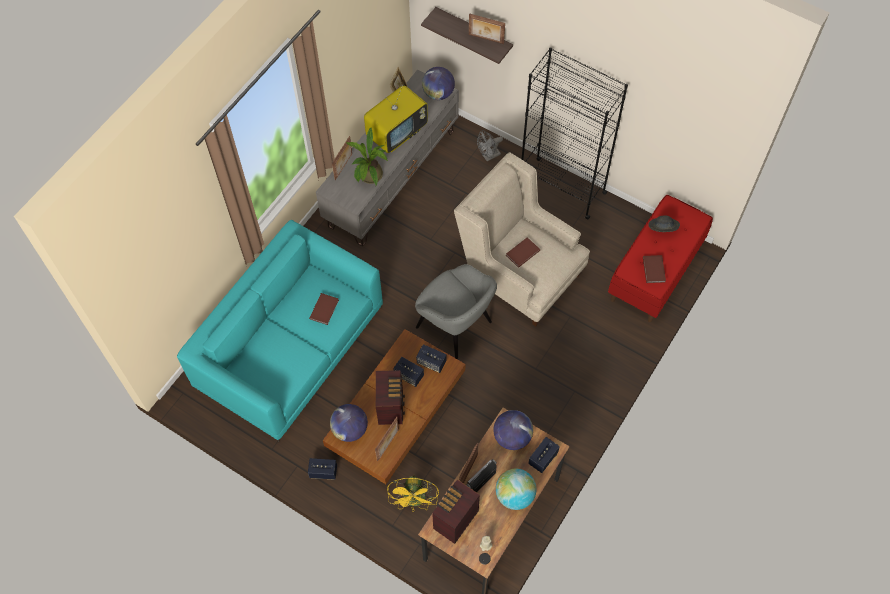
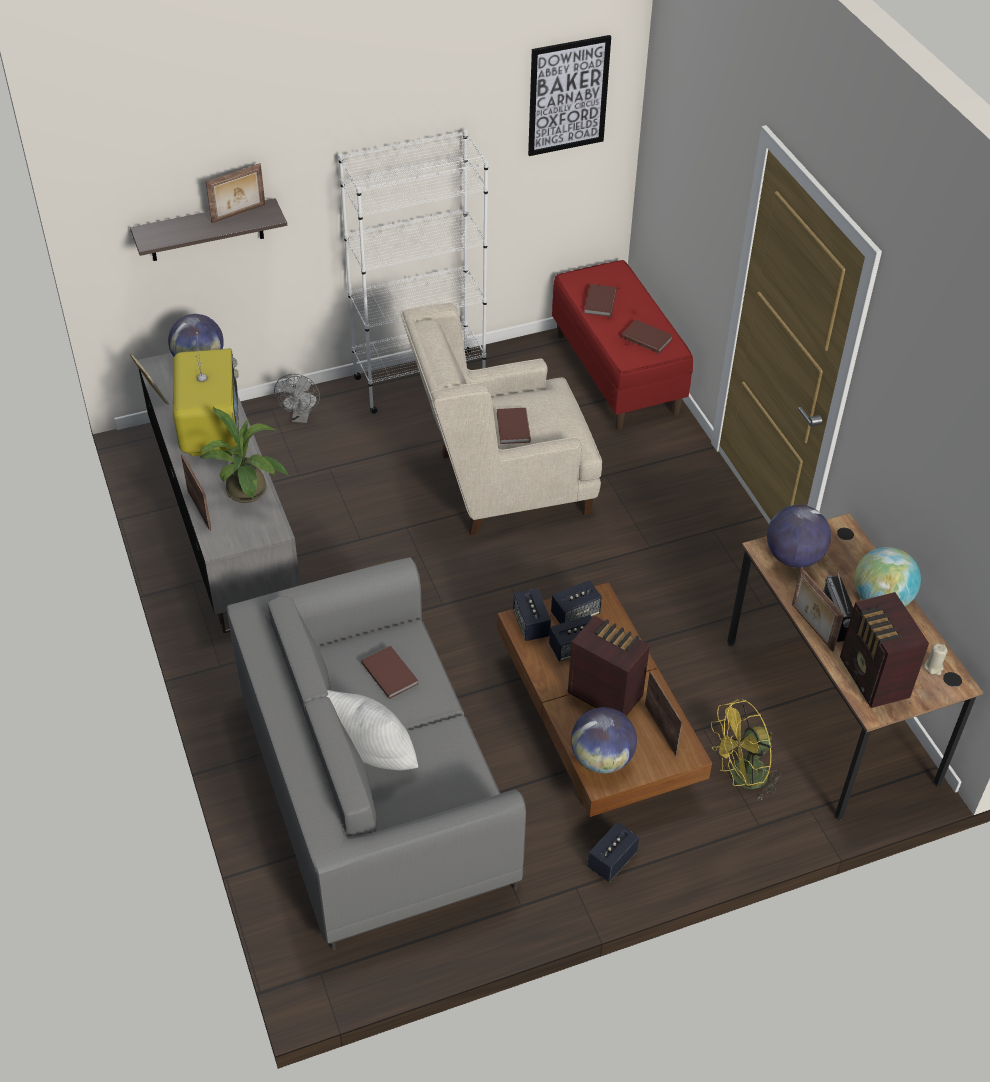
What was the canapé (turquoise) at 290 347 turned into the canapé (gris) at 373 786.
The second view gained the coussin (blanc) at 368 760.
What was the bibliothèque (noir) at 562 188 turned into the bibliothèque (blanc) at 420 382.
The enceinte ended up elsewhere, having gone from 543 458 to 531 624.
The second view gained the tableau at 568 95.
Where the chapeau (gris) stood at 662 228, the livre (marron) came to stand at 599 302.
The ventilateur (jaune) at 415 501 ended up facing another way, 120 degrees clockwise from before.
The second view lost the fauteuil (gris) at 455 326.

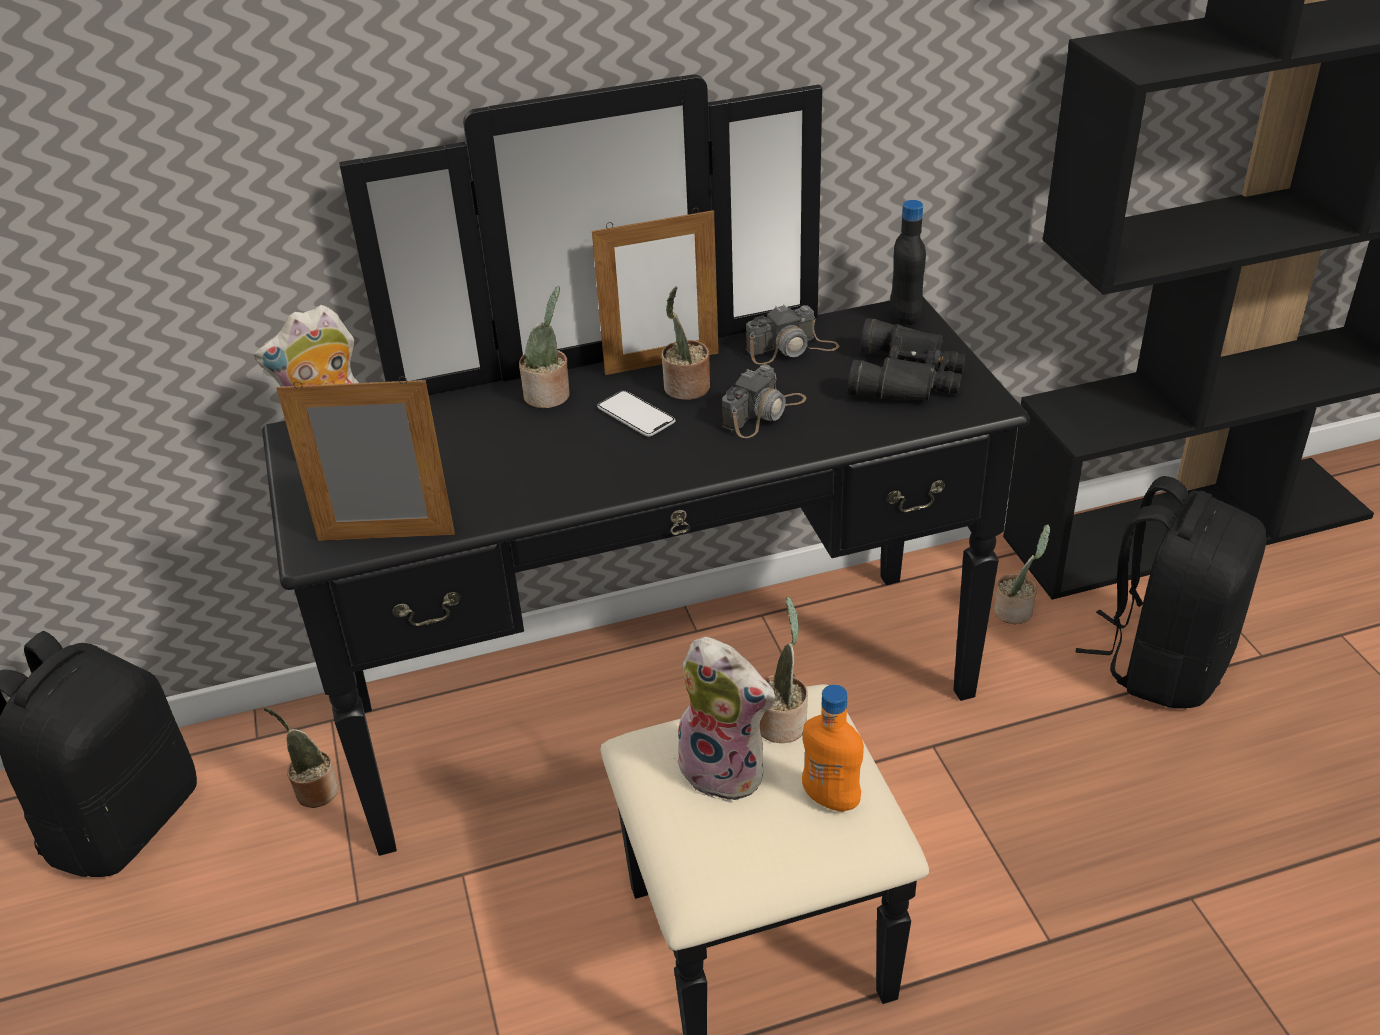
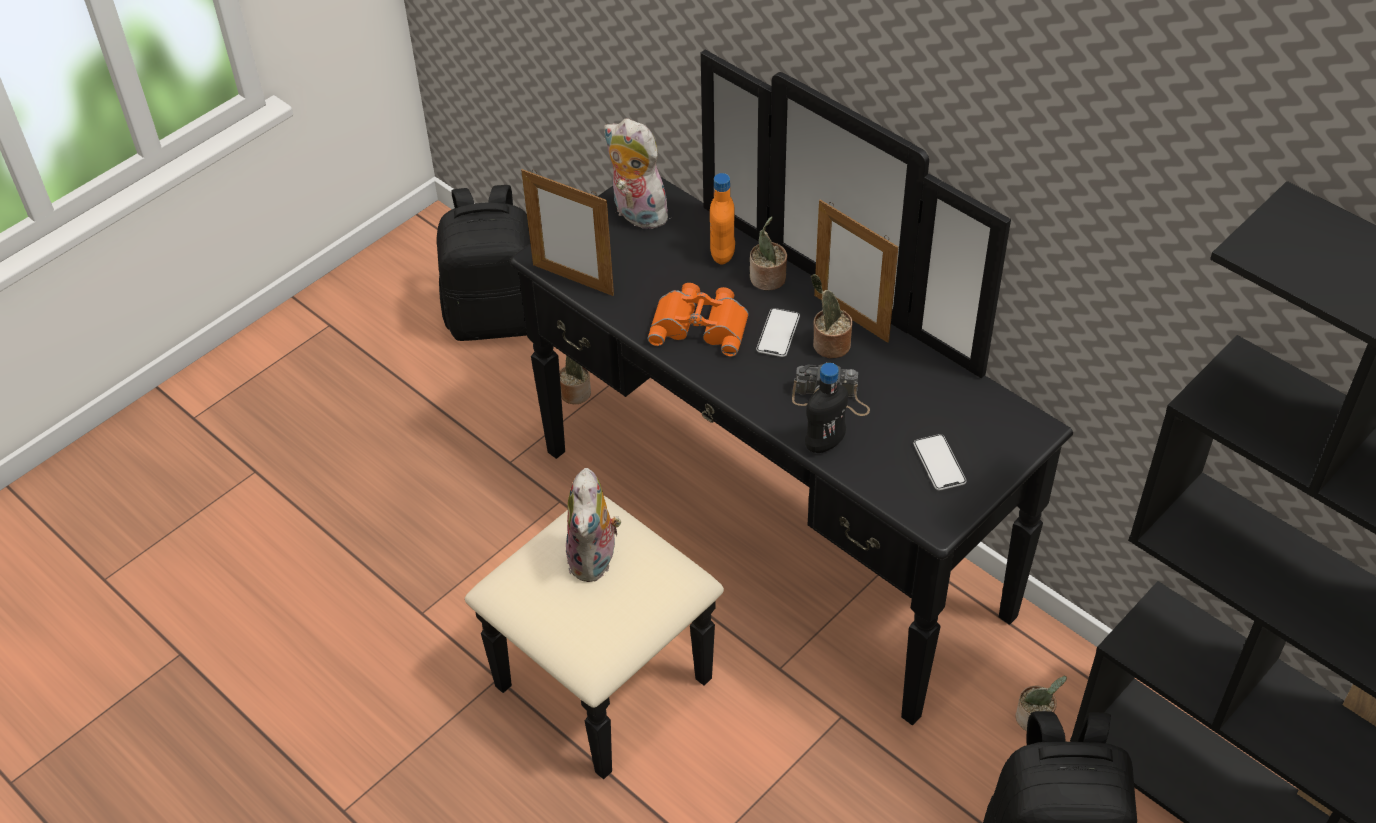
The cadre photo at 386 537 ended up facing another way, 150 degrees clockwise from before.
The second view gained the jumelles (orange) at 701 324.
The bouteille (orange) ended up elsewhere, having gone from 831 798 to 722 254.
The bouteille (noir) ended up elsewhere, having gone from 905 316 to 824 443.
Where the jumelles (noir) stood at 908 377, the téléphone came to stand at 939 463.
The second view lost the appareil photo at 792 348.
The second view lost the plante en pot at 782 721.

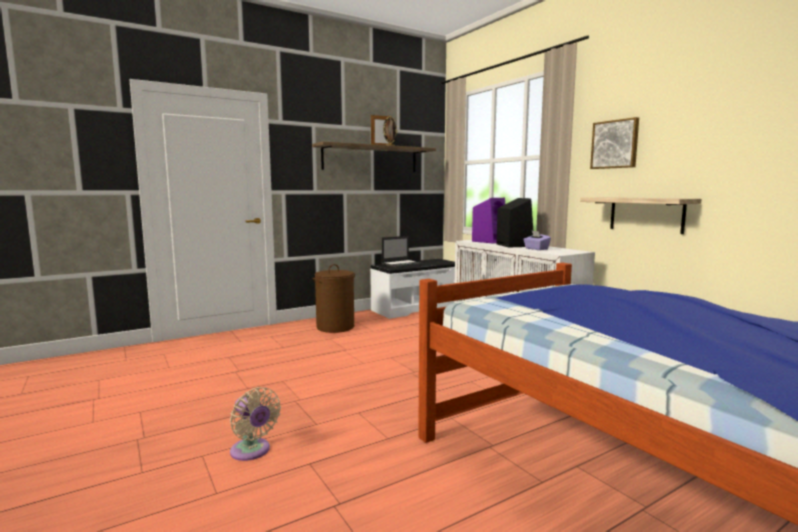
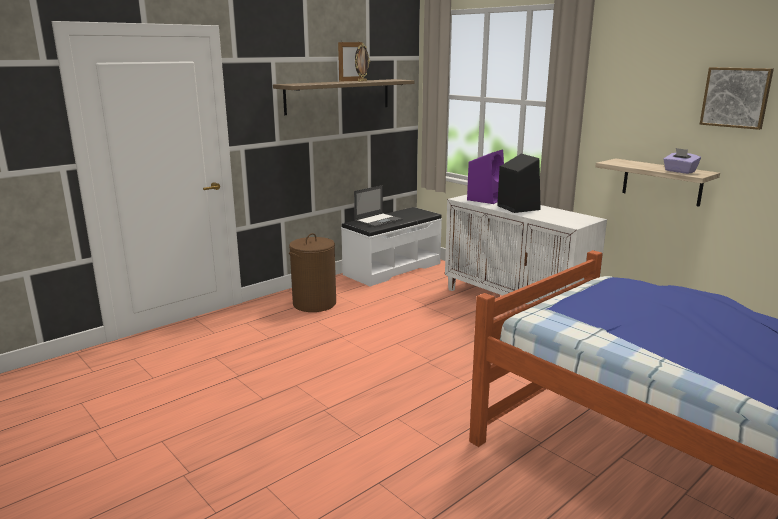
The boîte à mouchoirs (violet) ended up elsewhere, having gone from 536 249 to 679 171.
The tableau ended up elsewhere, having gone from 615 144 to 736 97.
The second view lost the ventilateur (beige) at 252 452.

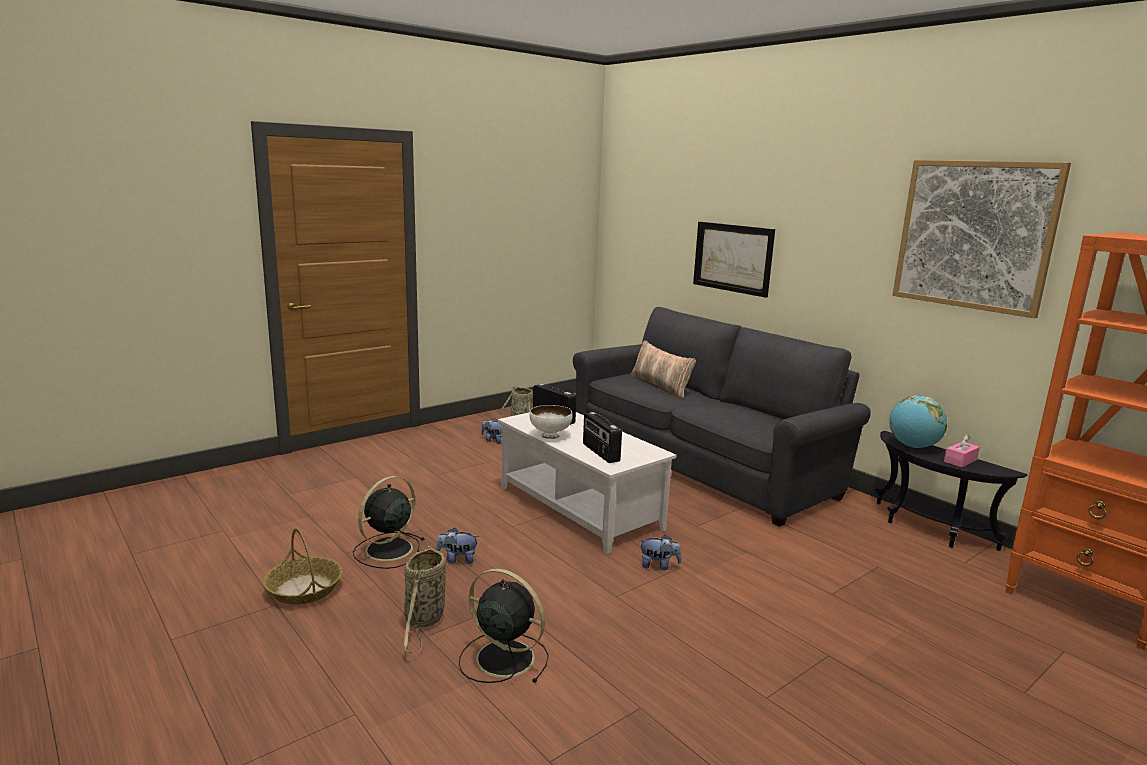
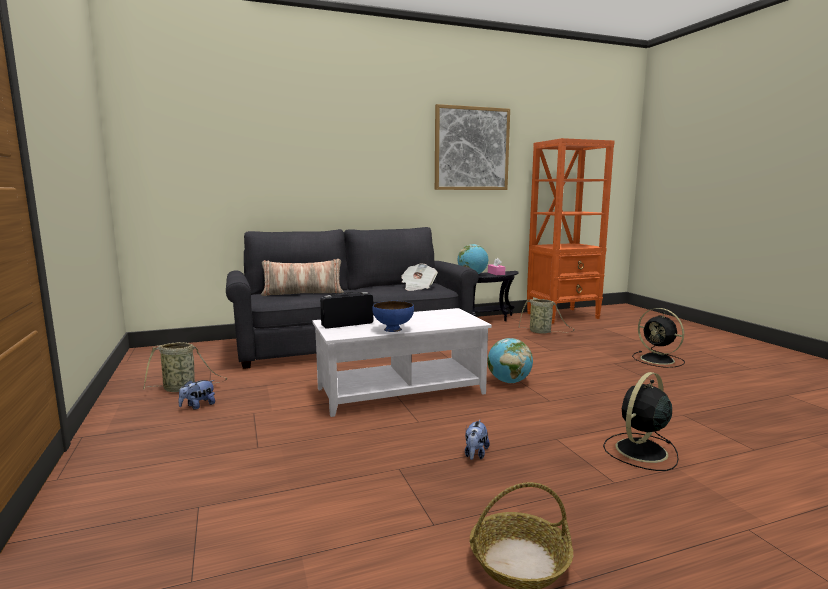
What was the bol (blanc) at 550 436 turned into the bol (bleu) at 393 329.
The second view gained the journal at 418 287.
Where the peluche stood at 658 566, the globe came to stand at 509 381.
The panier ended up elsewhere, having gone from 424 621 to 541 332.
The ventilateur (noir) ended up elsewhere, having gone from 387 550 to 658 360.
The second view lost the radio at 600 453.
The second view lost the tableau at 733 258.

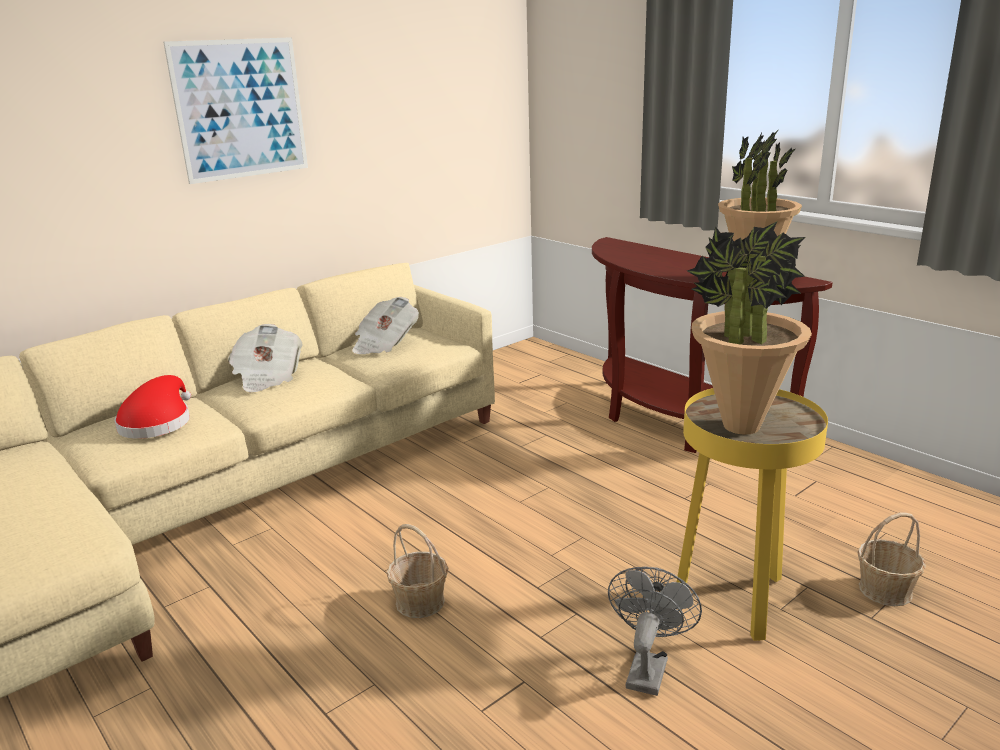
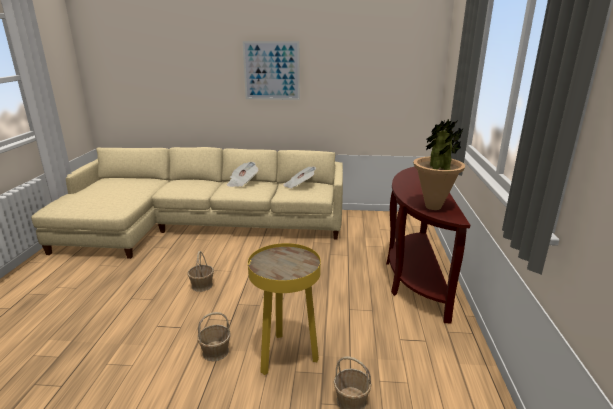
Where the ventilateur (gris) stood at 647 667, the panier came to stand at 215 351.
The second view lost the chapeau (rouge) at 157 422.
The second view lost the plante en pot at 740 426.

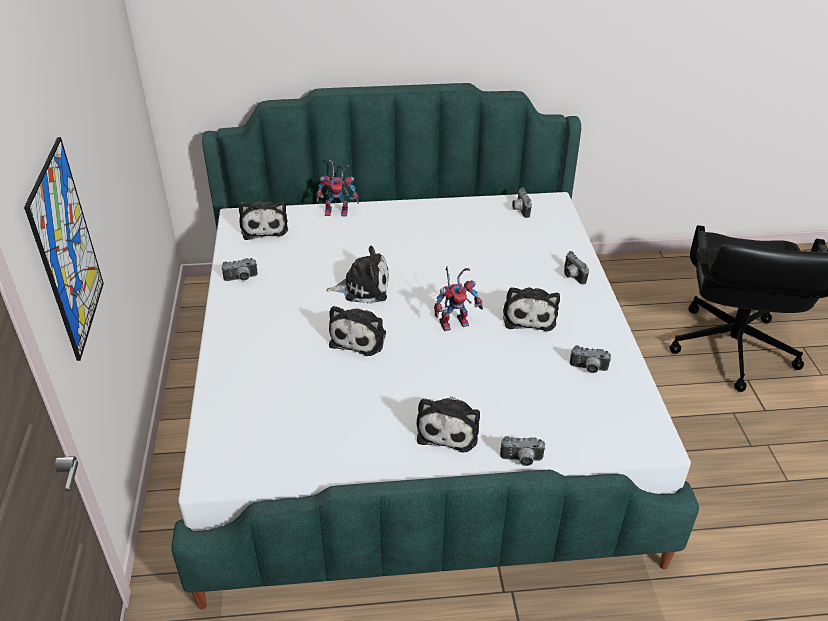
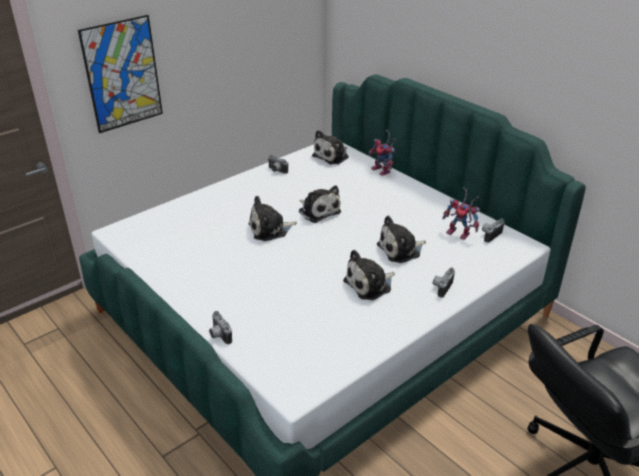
The peluche ended up elsewhere, having gone from 449 429 to 401 250.
The robot jouet ended up elsewhere, having gone from 455 321 to 460 233.
The second view lost the appareil photo at 588 369.

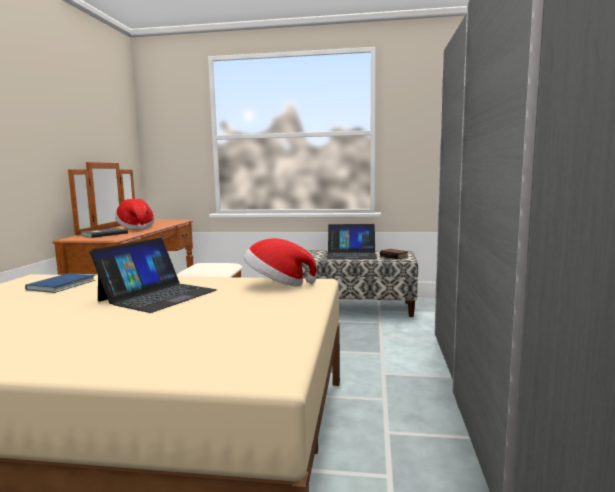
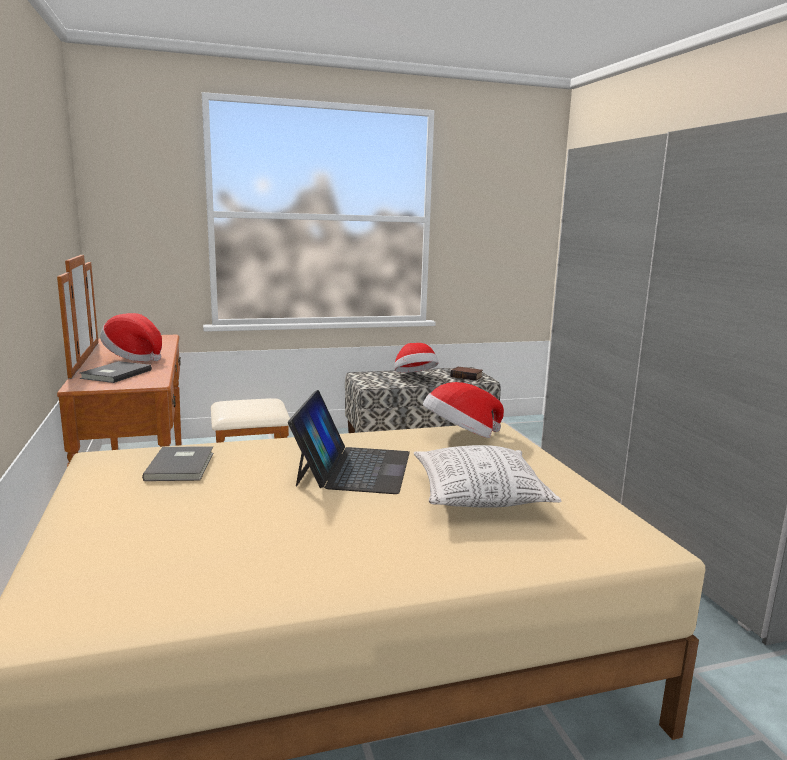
What was the livre (bleu) at 63 285 turned into the livre (gris) at 182 466.
Where the ordinateur portable stood at 351 254, the chapeau came to stand at 415 376.
The second view gained the coussin at 479 496.

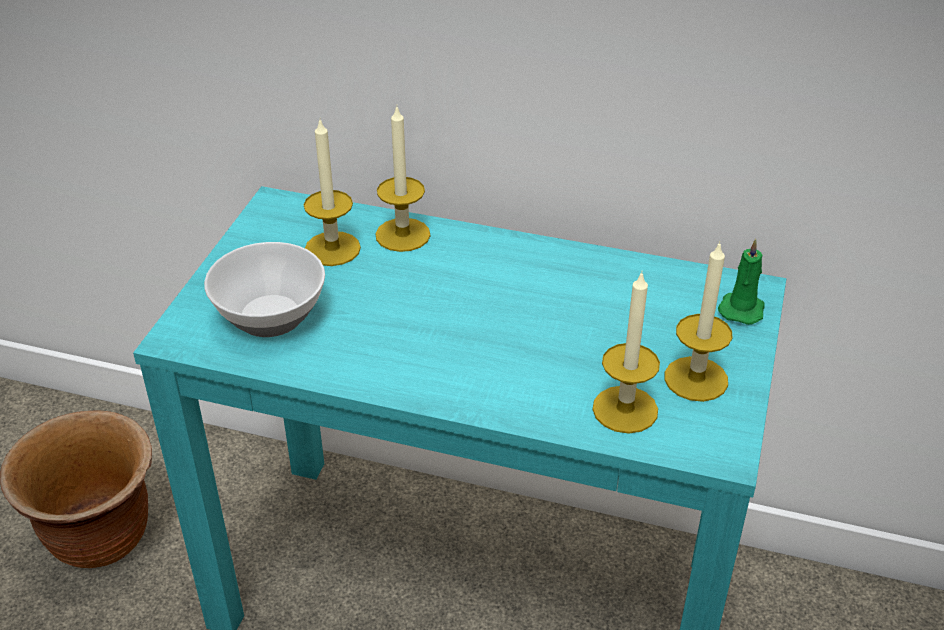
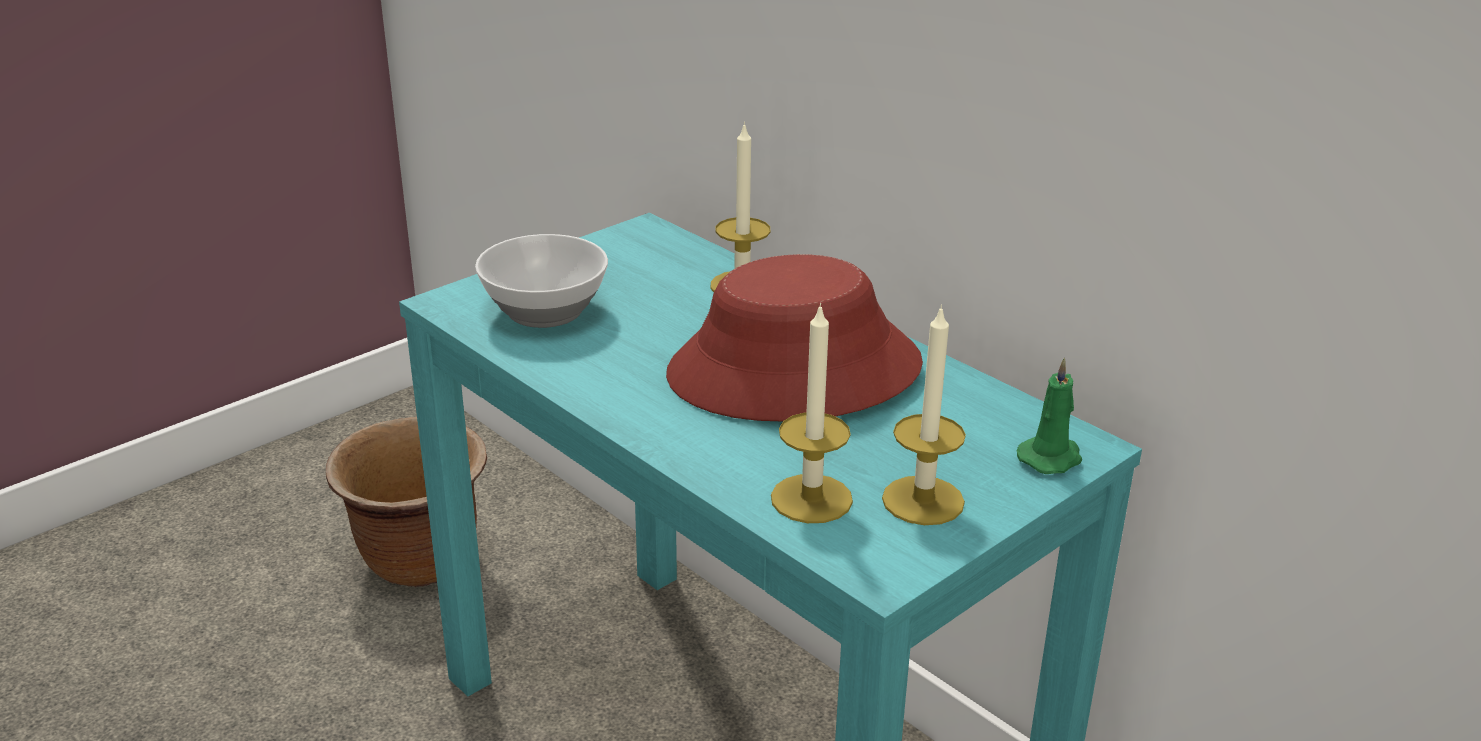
The second view gained the chapeau (rouge) at 794 372.
The second view lost the bougie at 332 249.

